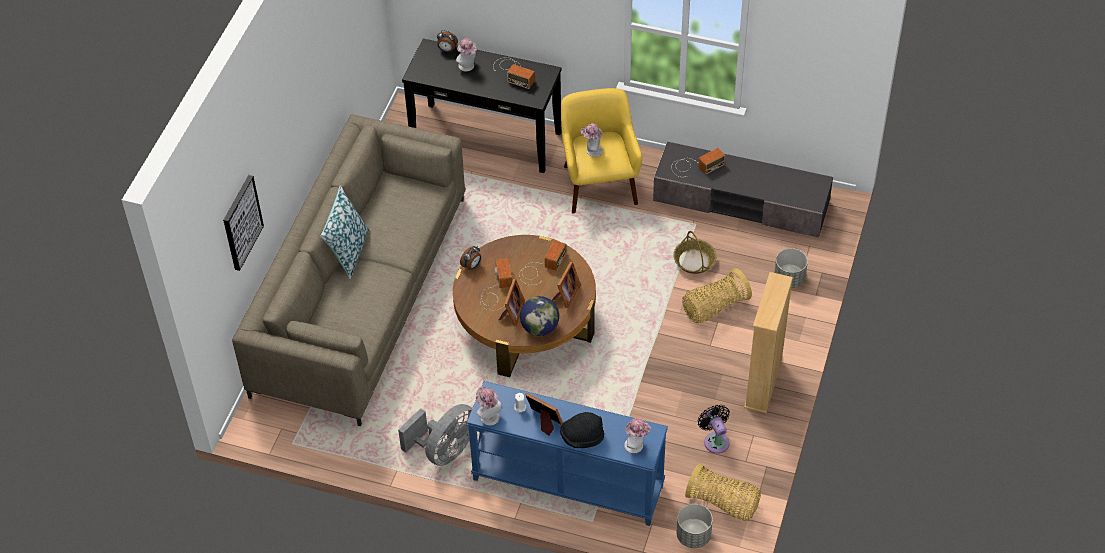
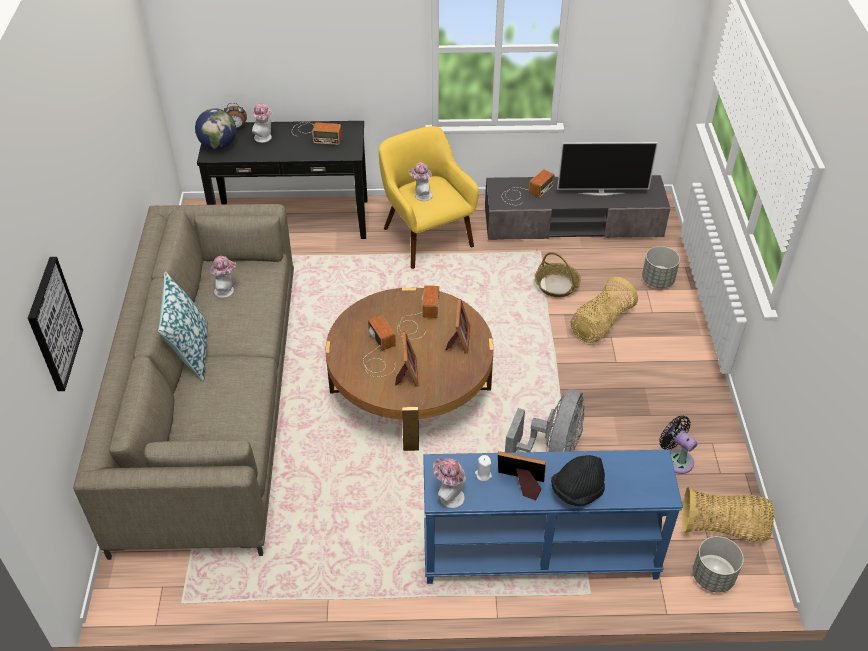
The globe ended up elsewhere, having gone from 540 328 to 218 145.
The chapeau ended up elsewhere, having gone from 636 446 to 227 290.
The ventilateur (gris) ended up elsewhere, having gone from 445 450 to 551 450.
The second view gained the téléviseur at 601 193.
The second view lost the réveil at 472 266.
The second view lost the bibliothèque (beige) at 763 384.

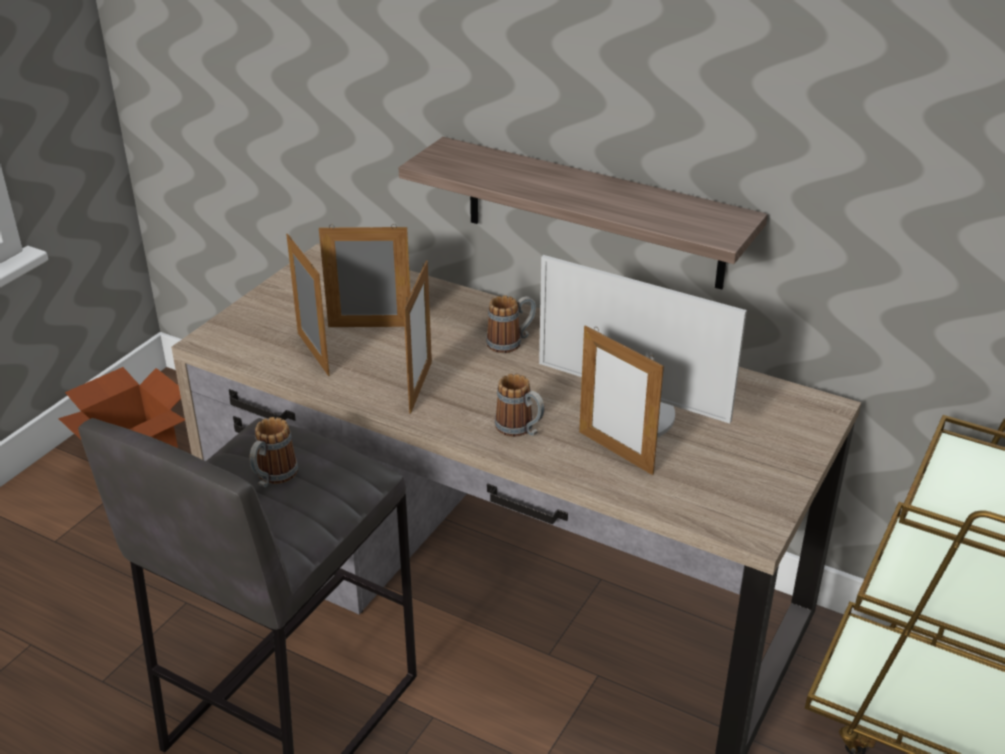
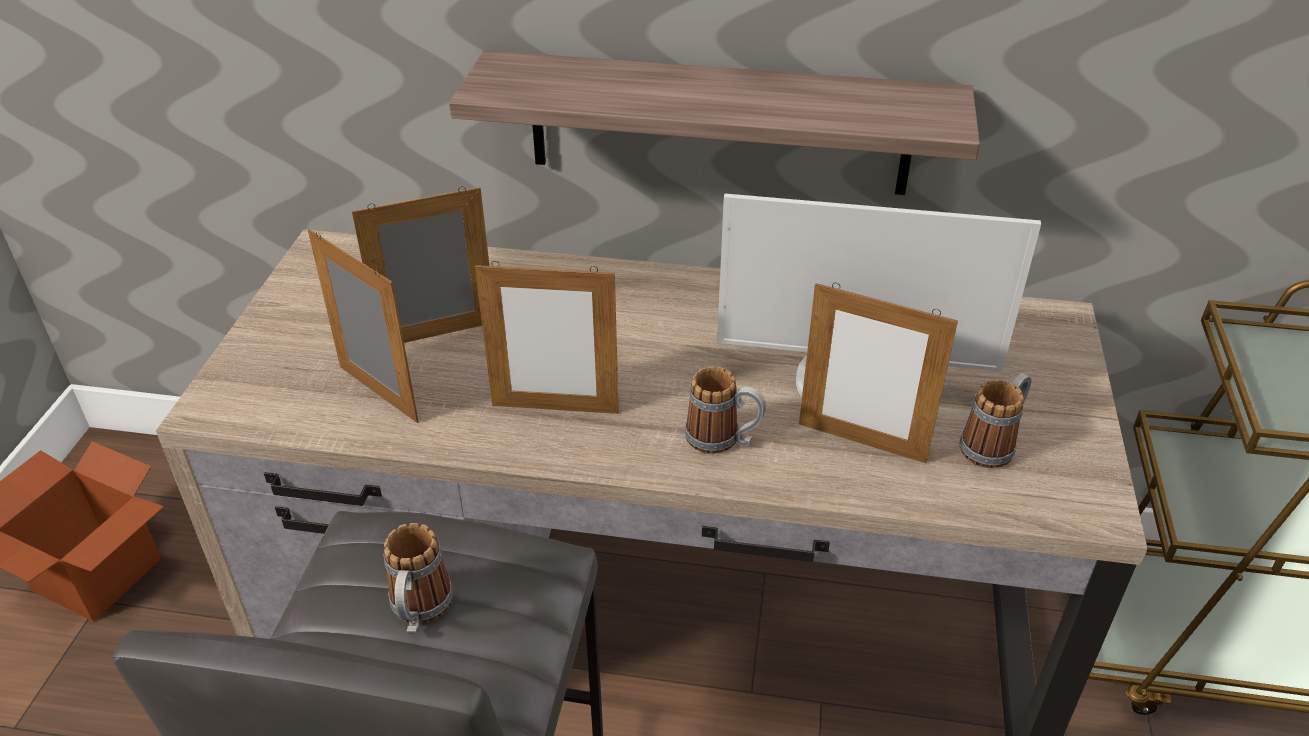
The cadre photo at 420 387 ended up facing another way, 105 degrees clockwise from before.
The mug ended up elsewhere, having gone from 511 342 to 993 444.

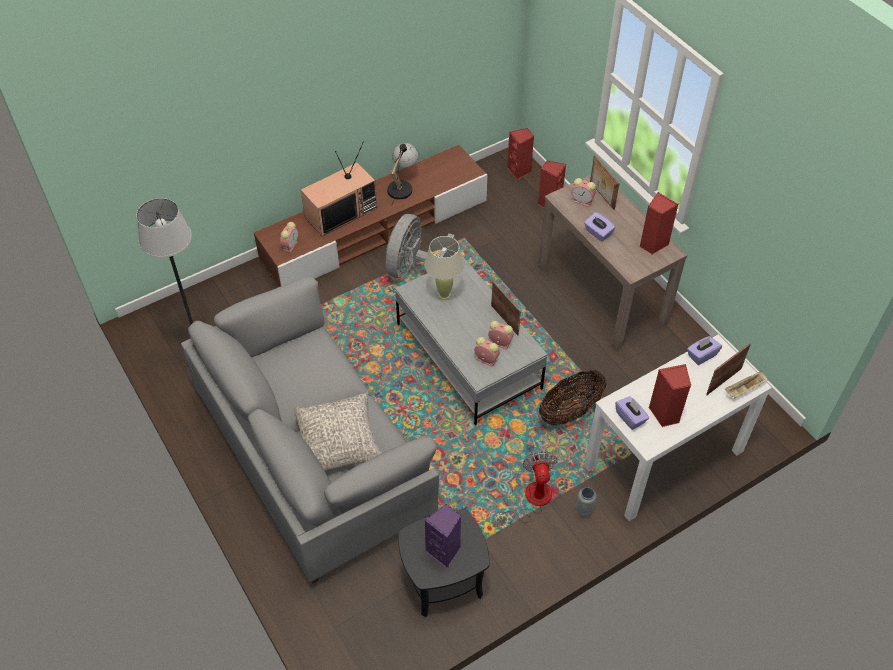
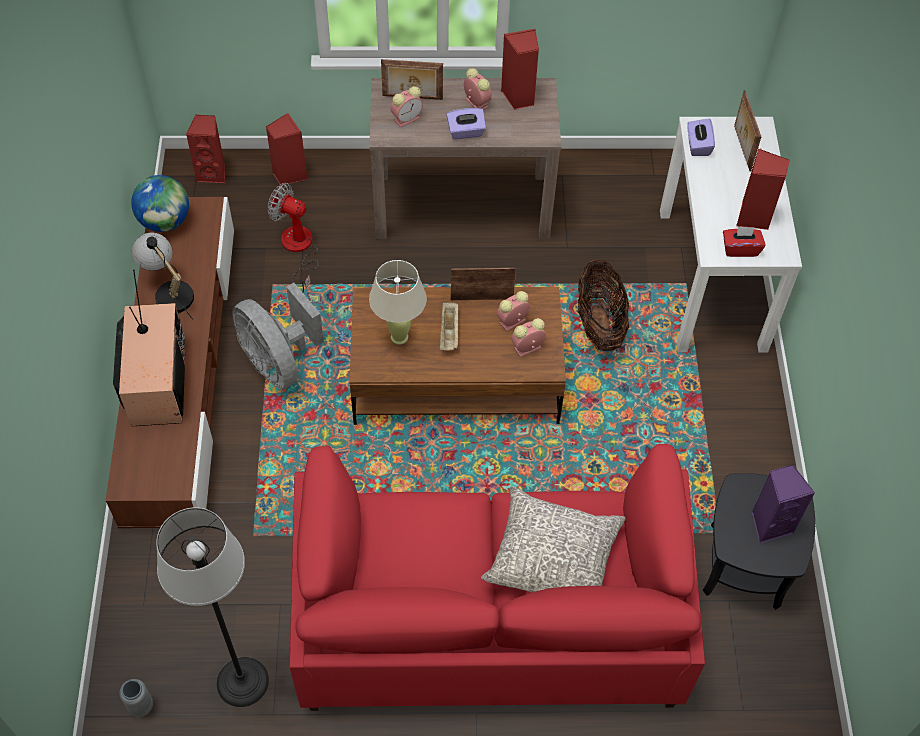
The vase (gris) ended up elsewhere, having gone from 584 510 to 141 706.
The second view gained the globe at 165 221.
The ventilateur ended up elsewhere, having gone from 530 500 to 298 249.
What was the canapé (gris) at 314 454 turned into the canapé (rouge) at 489 615.
What was the table basse (gris) at 467 356 turned into the table basse (marron) at 455 378.
The plateau (beige) ended up elsewhere, having gone from 744 390 to 449 332.
The réveil ended up elsewhere, having gone from 290 245 to 475 102.
What was the boîte à mouchoirs (violet) at 630 418 turned into the boîte à mouchoirs (rouge) at 740 249.

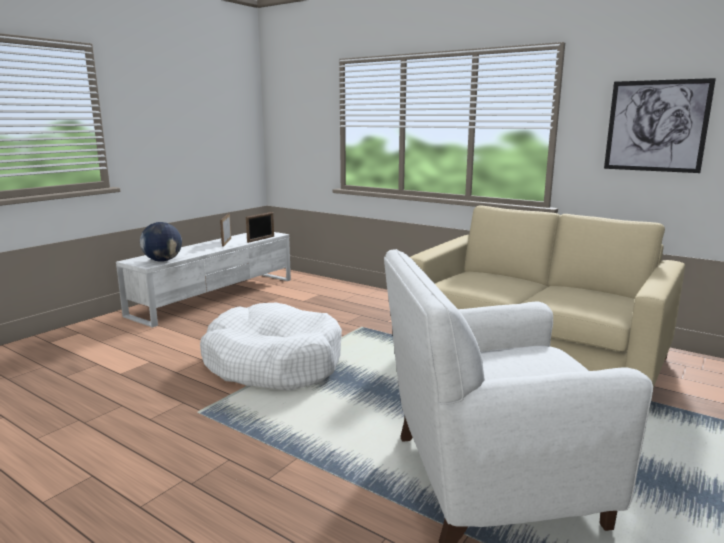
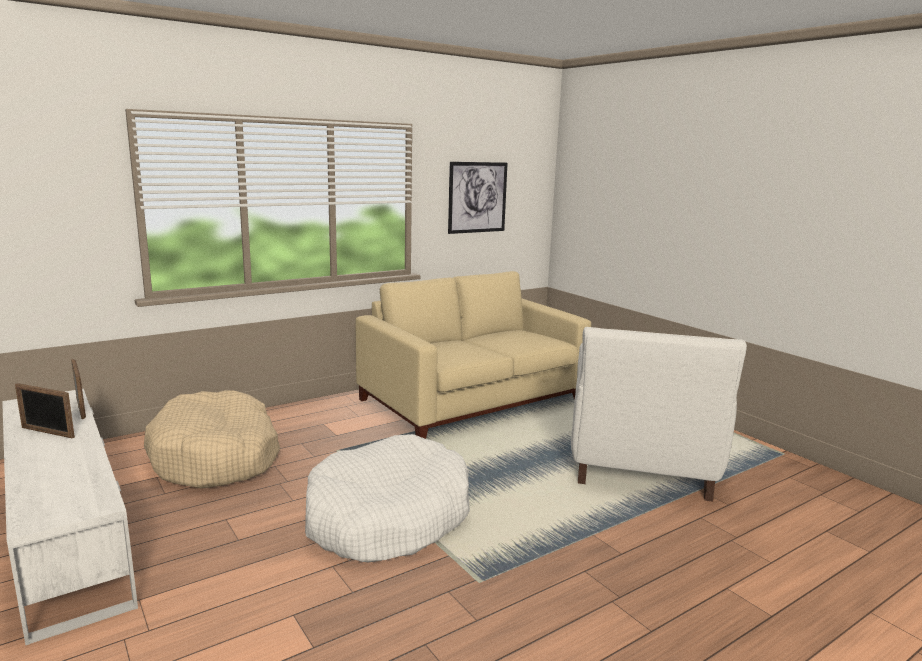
The second view gained the panier pour chien (beige) at 216 457.
The second view lost the globe at 163 260.

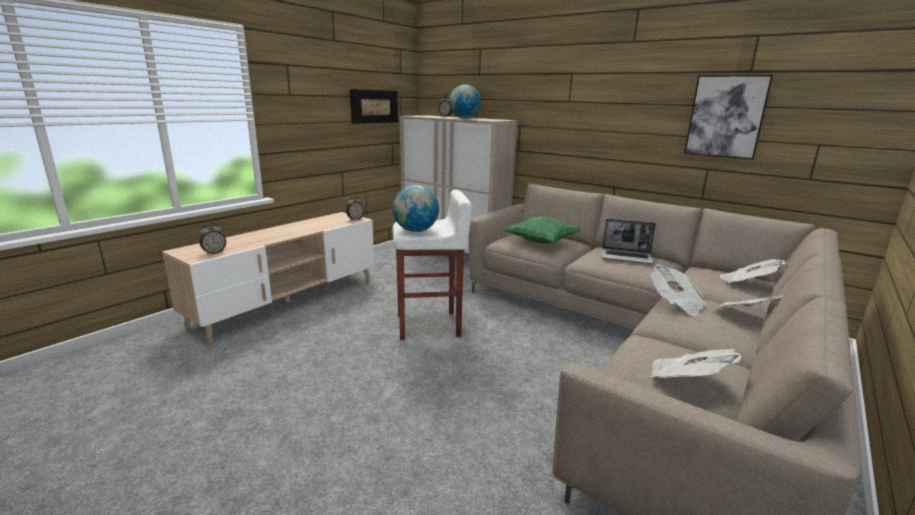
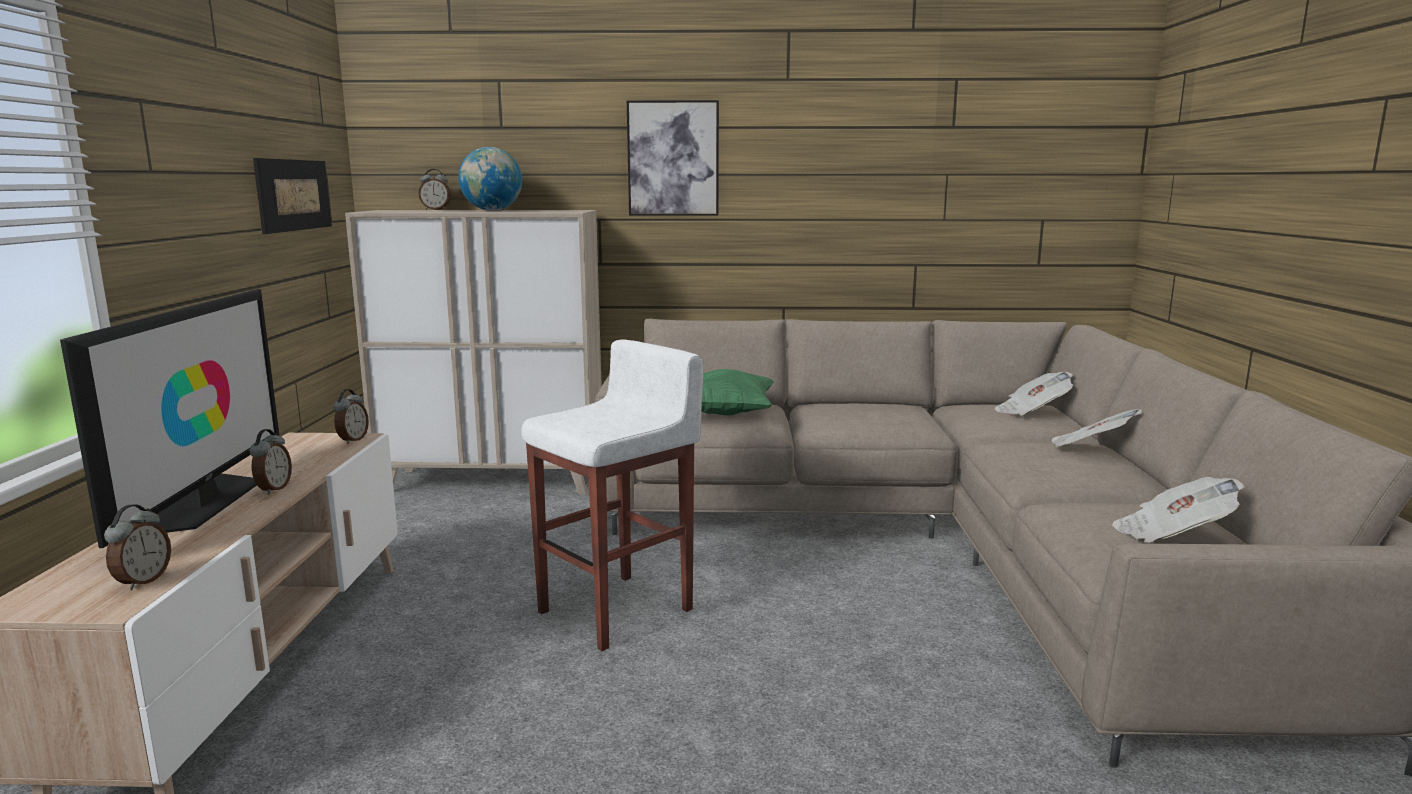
The second view gained the téléviseur at 203 503.
The second view gained the réveil at 273 489.
The tableau ended up elsewhere, having gone from 726 116 to 673 158.
The second view lost the globe at 416 231.
The second view lost the ordinateur portable at 627 257.
The second view lost the journal at 675 303.

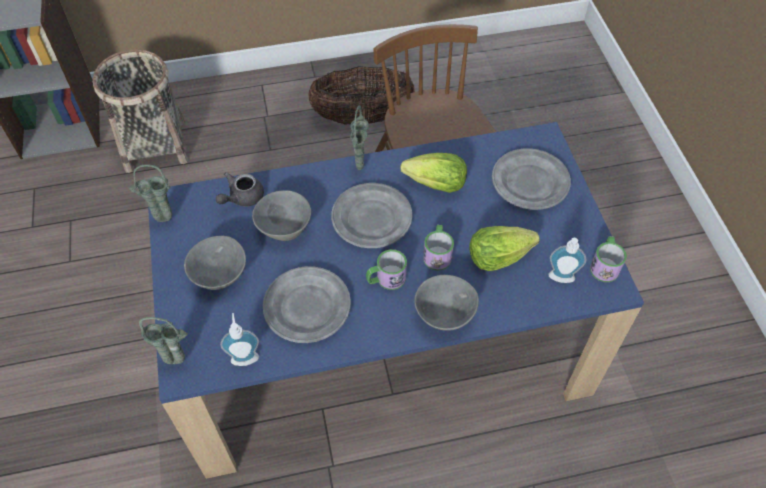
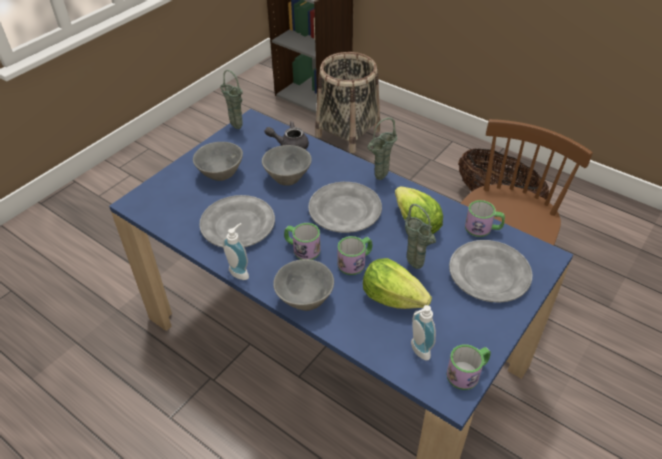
The distributeur de savon ended up elsewhere, having gone from 244 356 to 241 271.
The vase (vert) ended up elsewhere, having gone from 179 362 to 416 268.
The second view gained the mug at 483 228.

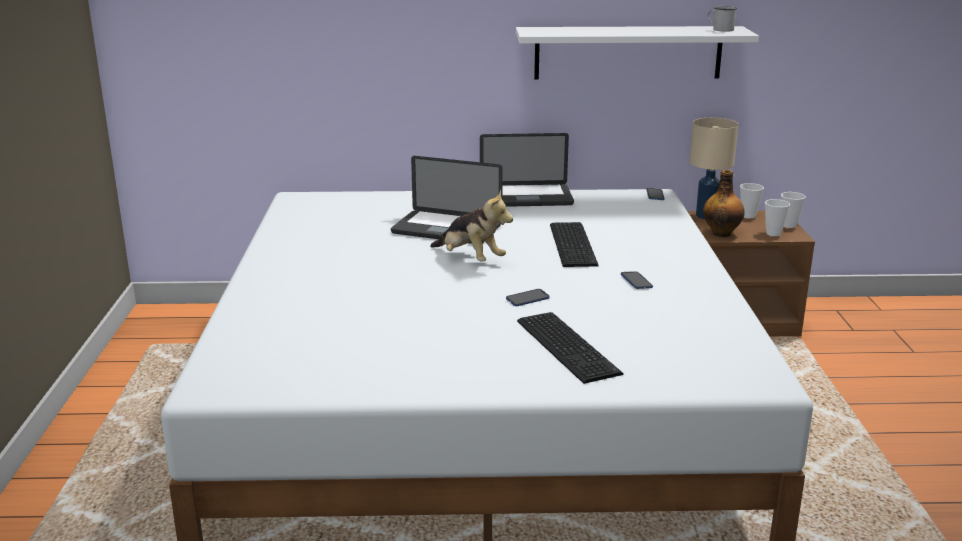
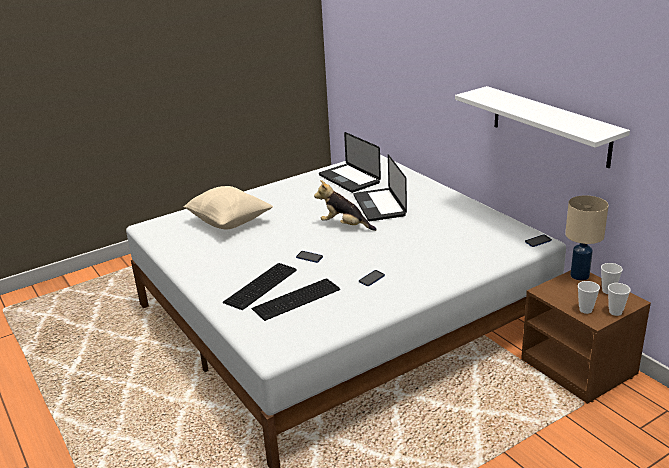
The second view gained the coussin (beige) at 229 222.
The clavier ended up elsewhere, having gone from 574 244 to 298 299.
The peluche at 470 259 ended up facing another way, 105 degrees clockwise from before.
The ordinateur portable ended up elsewhere, having gone from 526 197 to 349 179.
The second view lost the bouteille at 721 233.
The second view lost the mug (blanc) at 720 29.

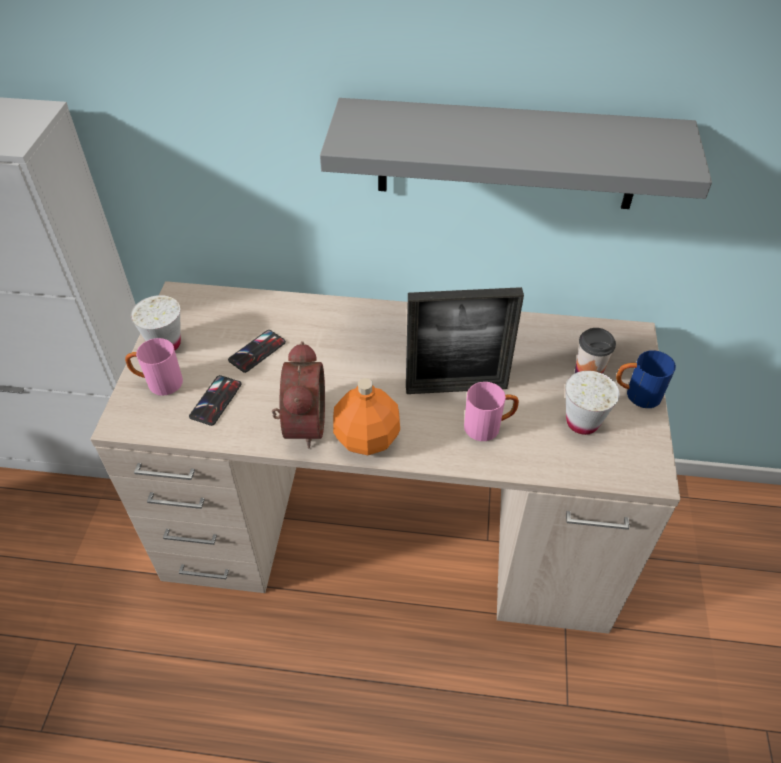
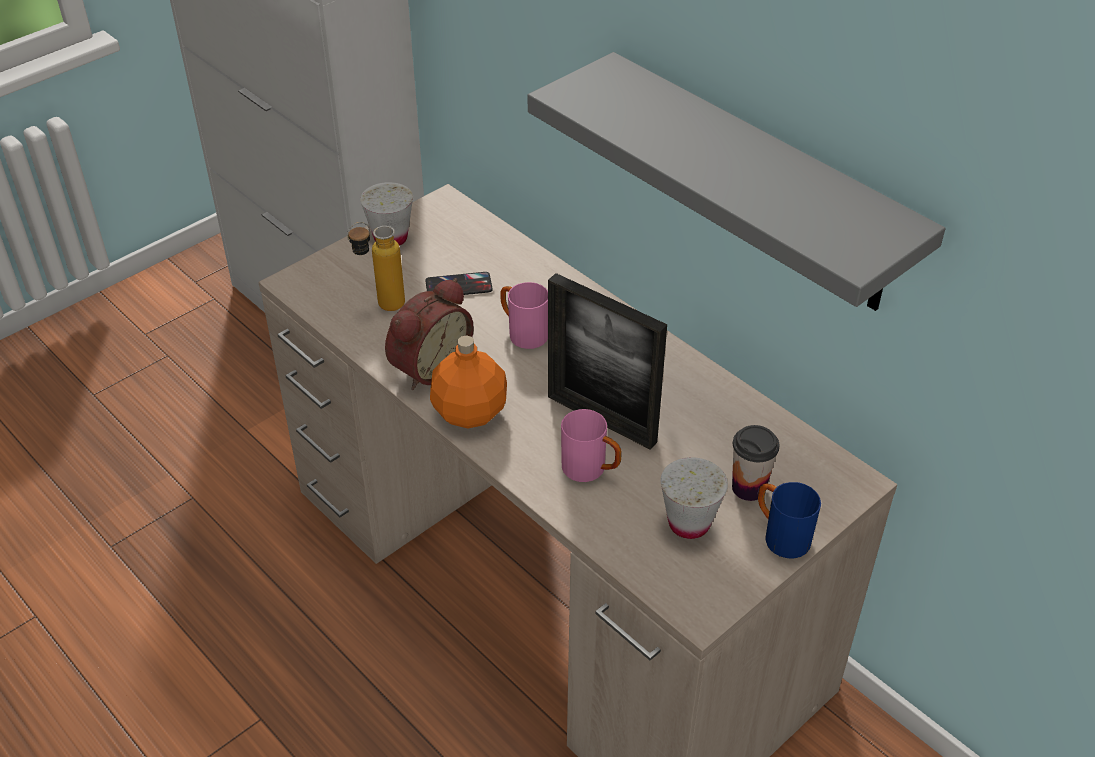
Where the téléphone stood at 216 400, the bouteille came to stand at 381 307.
The mug (rose) ended up elsewhere, having gone from 158 383 to 522 333.

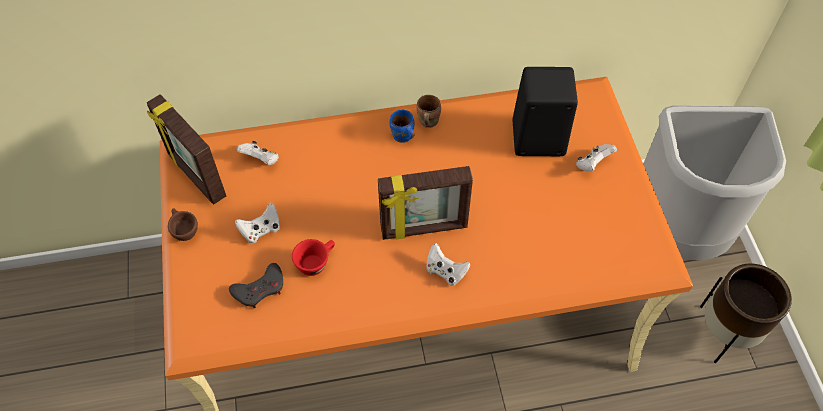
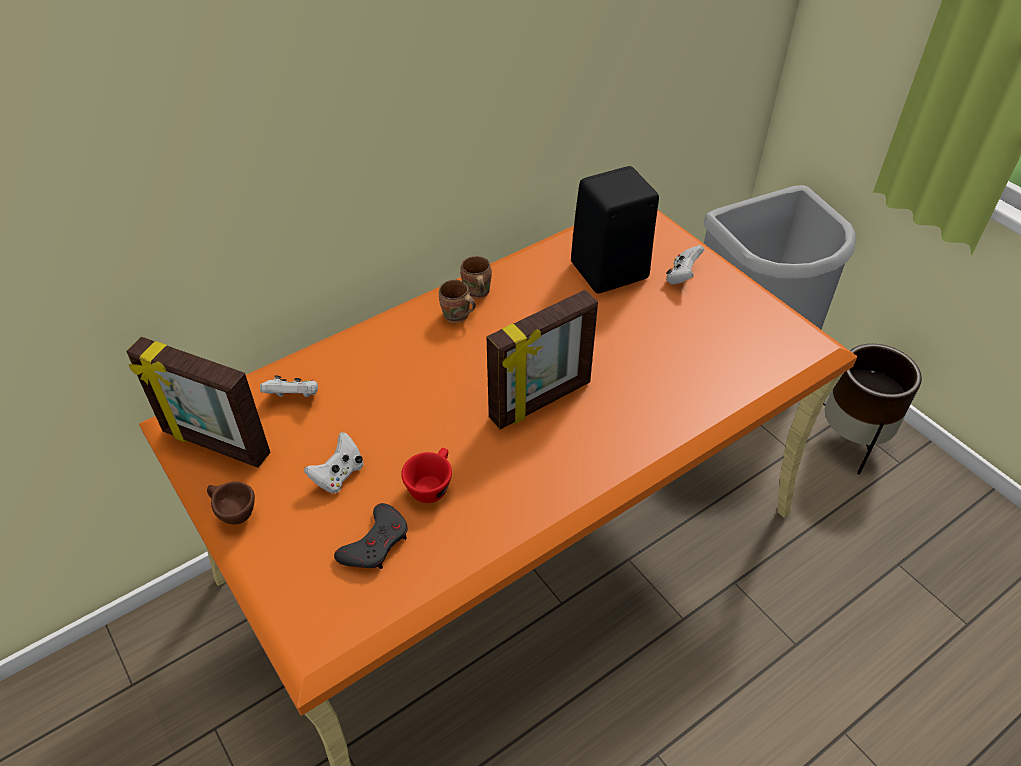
What was the mug (bleu) at 402 137 turned into the mug (marron) at 456 317.
The second view lost the manette (blanc) at 445 271.

